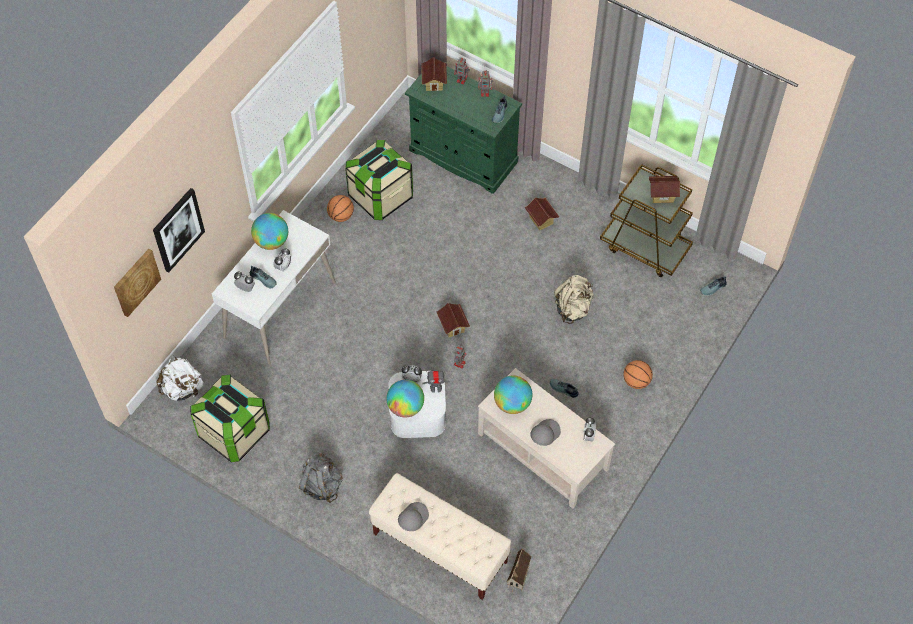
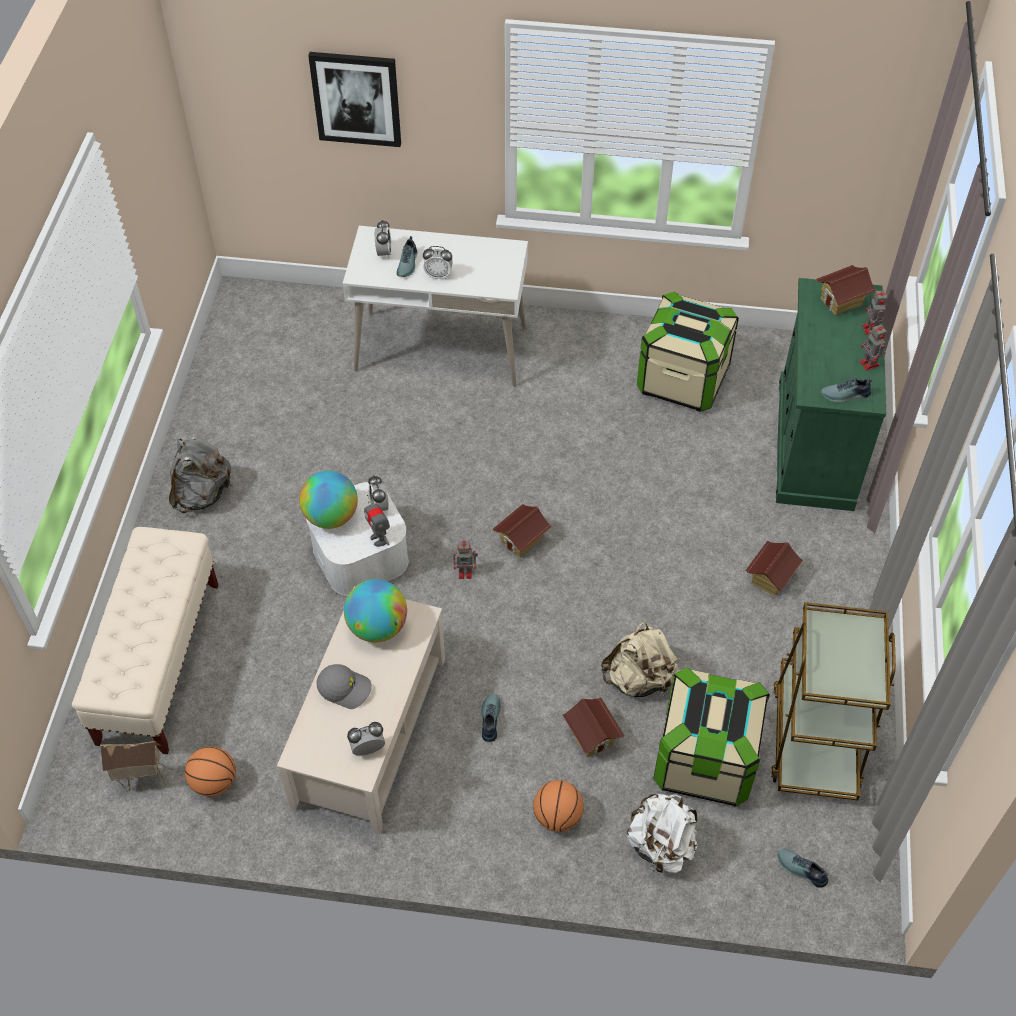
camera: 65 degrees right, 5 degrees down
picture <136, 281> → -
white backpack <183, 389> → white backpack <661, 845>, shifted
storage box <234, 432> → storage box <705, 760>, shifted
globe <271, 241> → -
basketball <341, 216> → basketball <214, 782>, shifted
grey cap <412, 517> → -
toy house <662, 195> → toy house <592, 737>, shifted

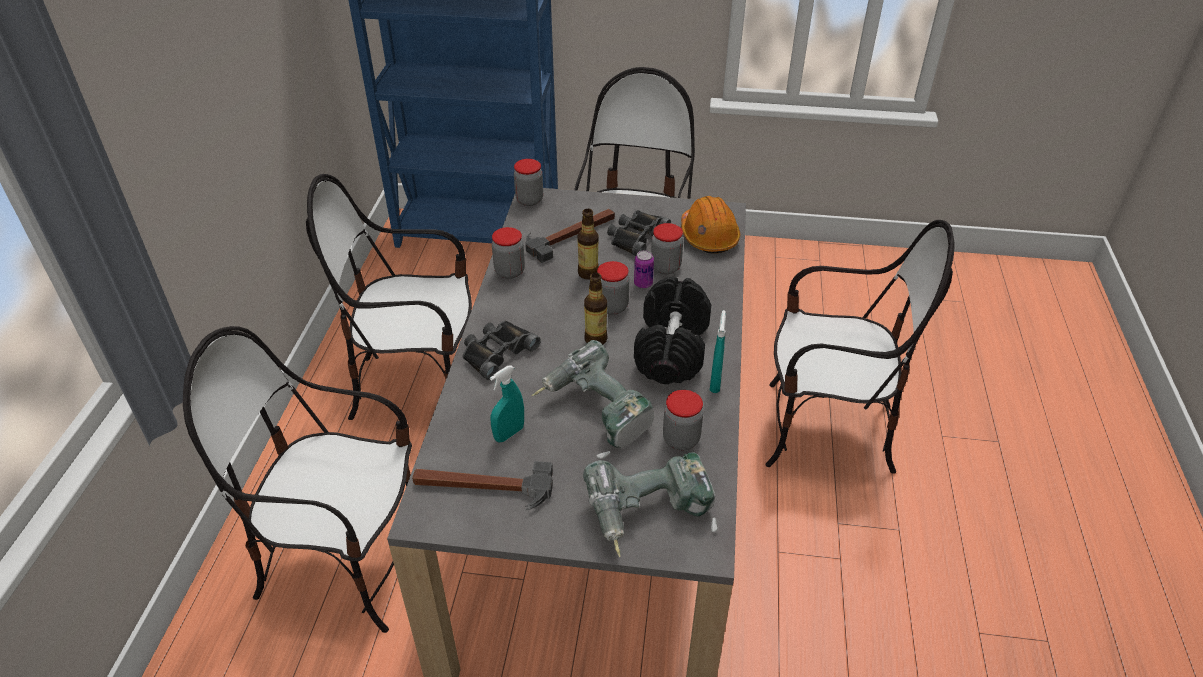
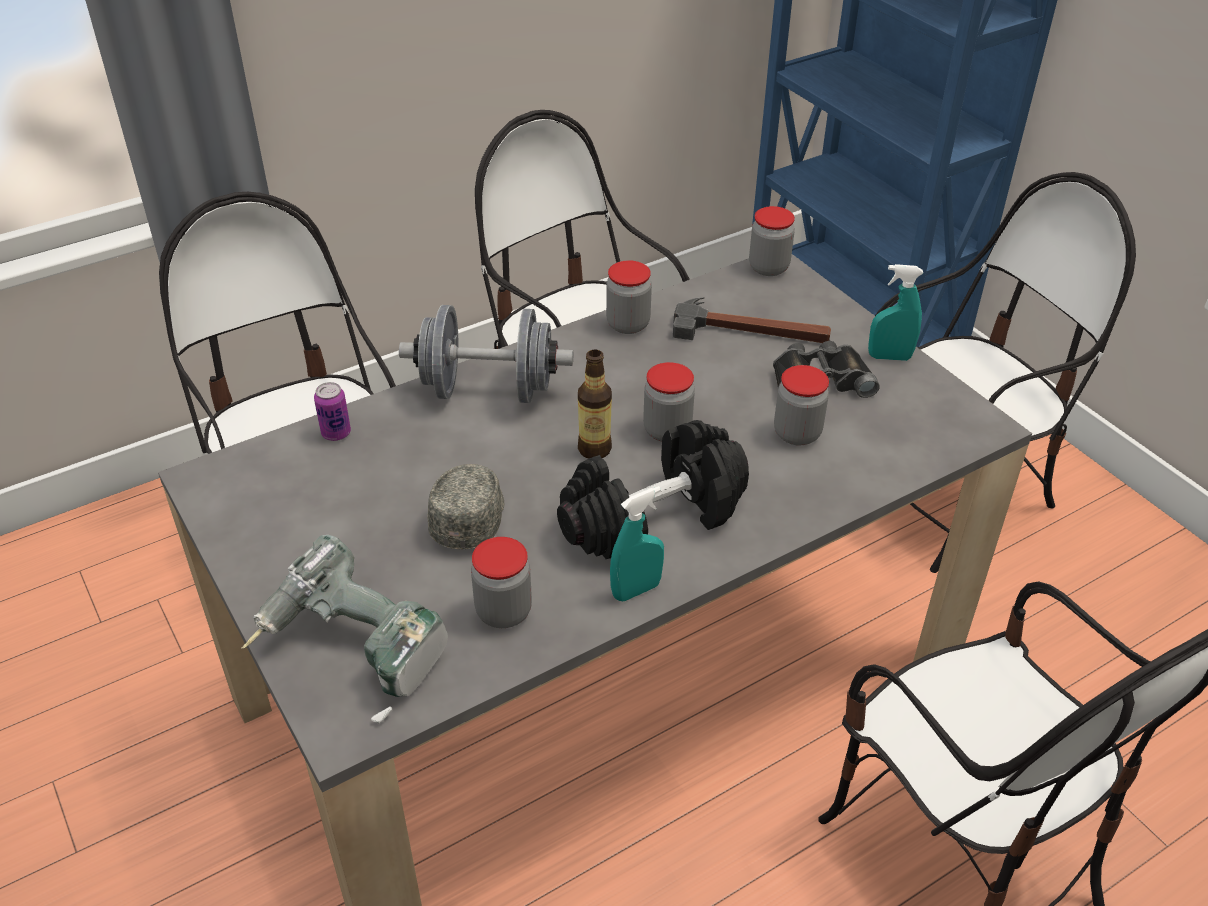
camera: 50 degrees right, 0 degrees up
hammer <482, 487> → -
black binoculars <497, 352> → grey dumbbell <489, 390>
turquoise spray bottle <509, 433> → turquoise spray bottle <889, 357>, shifted
power drill <594, 414> → grey cap <470, 517>
bottle <588, 273> → -
can <643, 284> → can <336, 433>, shifted
orange hard hat <708, 236> → -

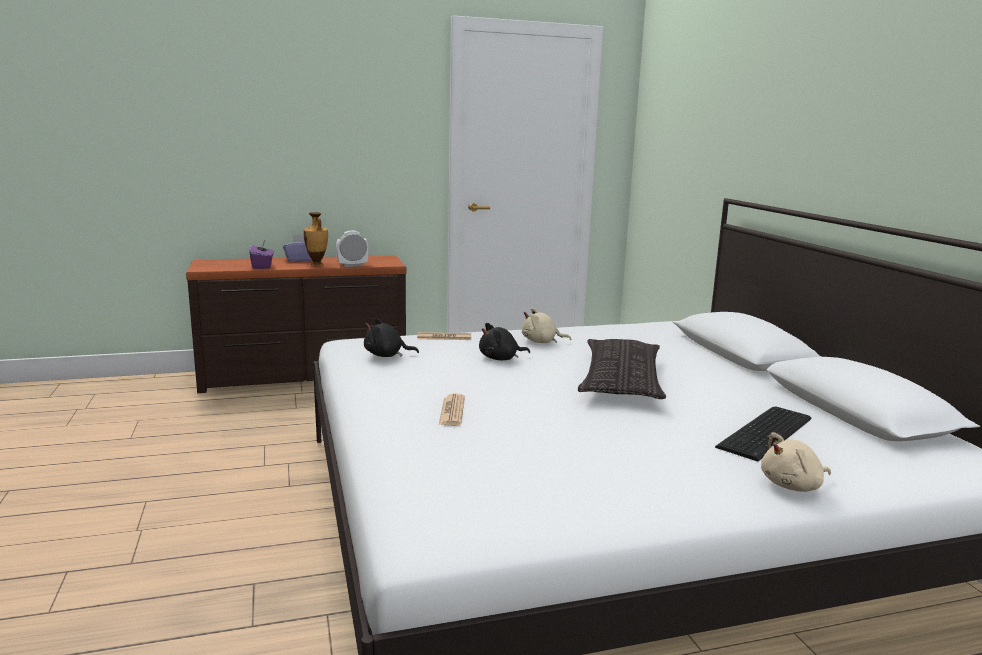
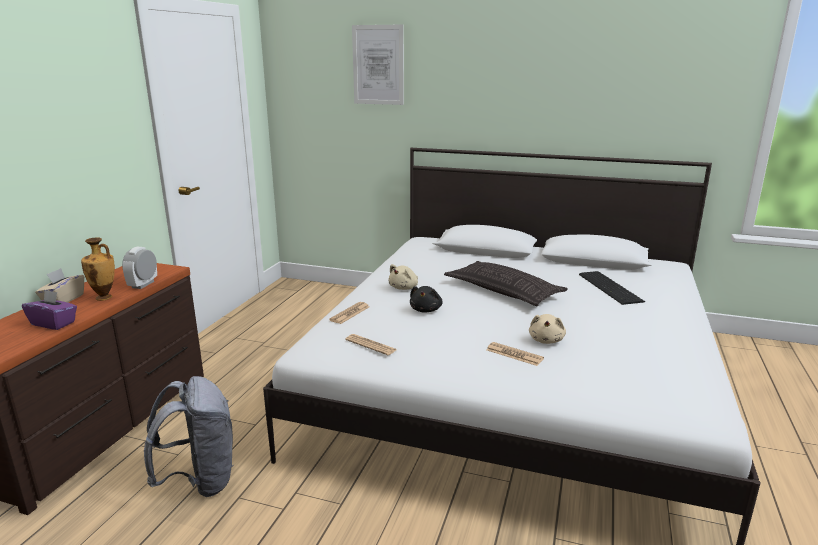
camera: 55 degrees left, 5 degrees up
purple tissue box <300, 259> → beige tissue box <63, 300>
black plush toy <386, 355> → newspaper <371, 345>
beige plush toy <793, 486> → beige plush toy <546, 340>, shifted
- → grey backpack <200, 480>
- → picture <378, 65>

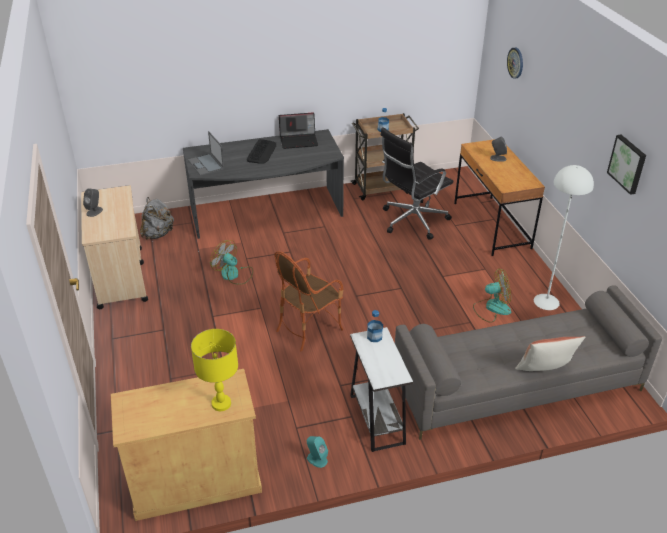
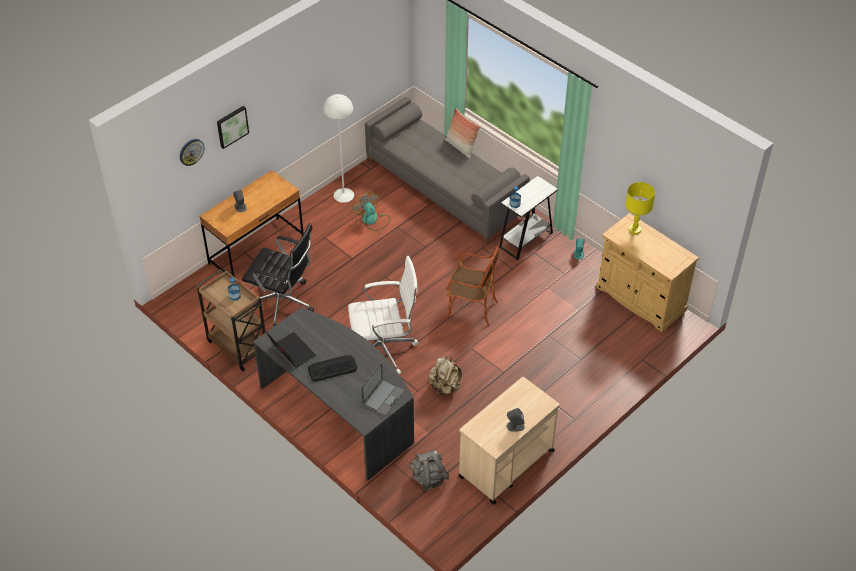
camera: 120 degrees left, 10 degrees up
fan <234, 275> → beige backpack <444, 387>
picture <628, 164> → picture <231, 126>, shifted
- → white office chair <384, 349>

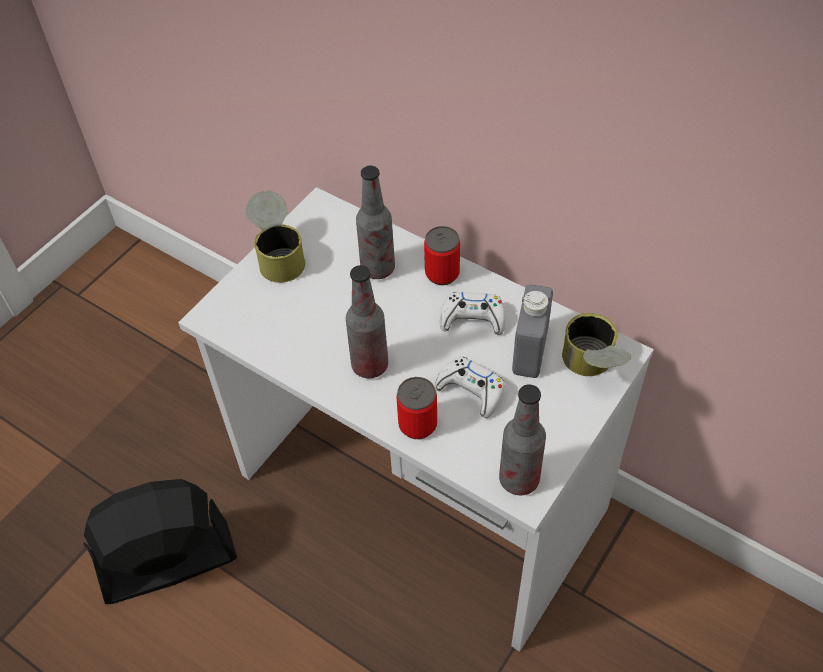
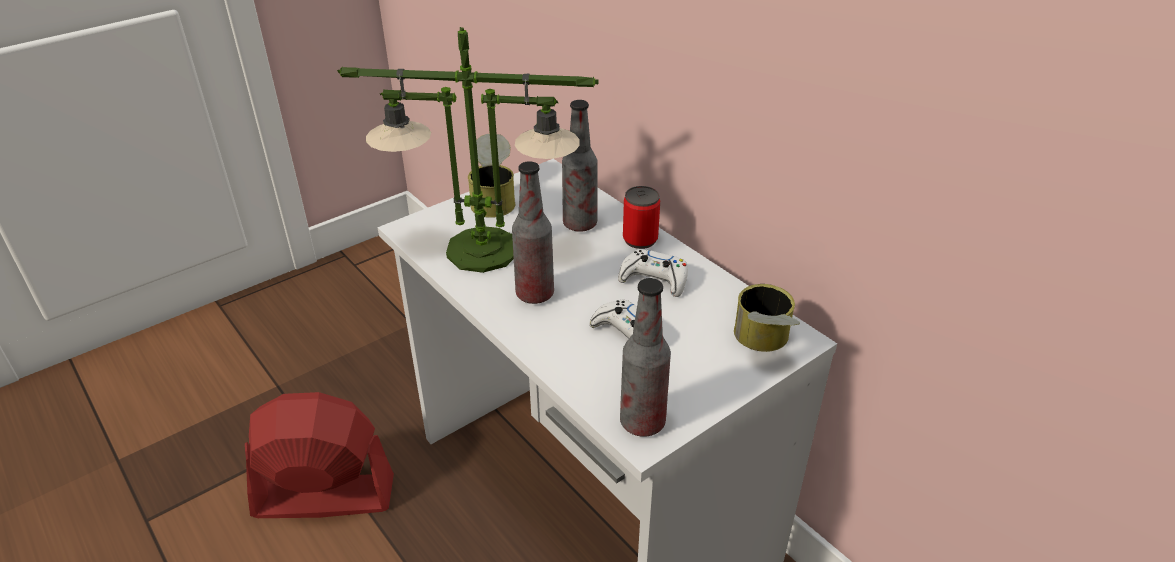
camera: 15 degrees right, 15 degrees down
black fan <167, 563> → red fan <323, 496>
can <417, 424> → -
grey bottle <530, 351> → -
- → table lamp <484, 250>

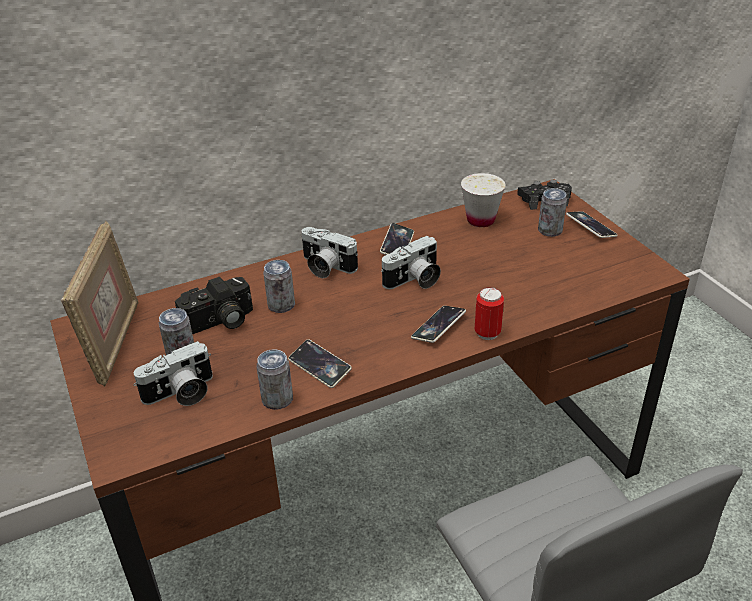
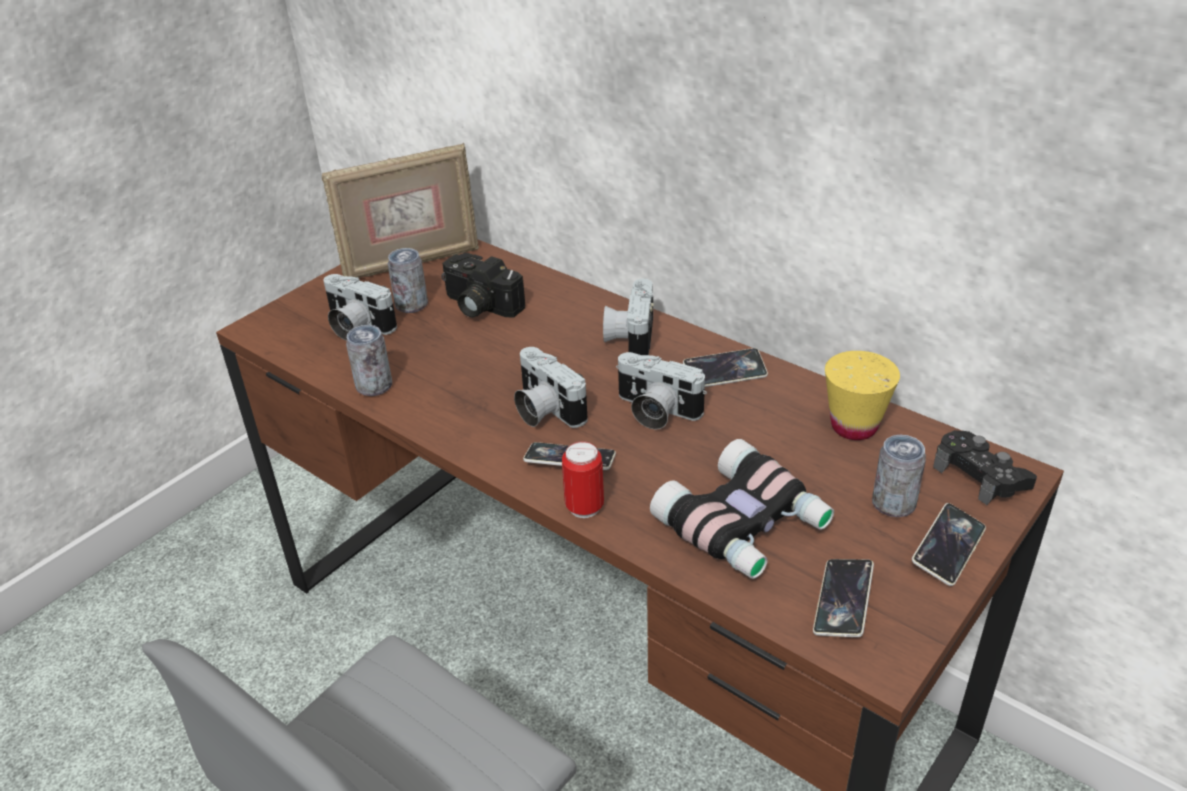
camera: 65 degrees right, 0 degrees up
can <281, 305> → -
phone <319, 366> → phone <843, 601>, shifted
white cup <480, 220> → yellow cup <854, 426>
- → photo camera <544, 410>
- → binoculars <745, 525>

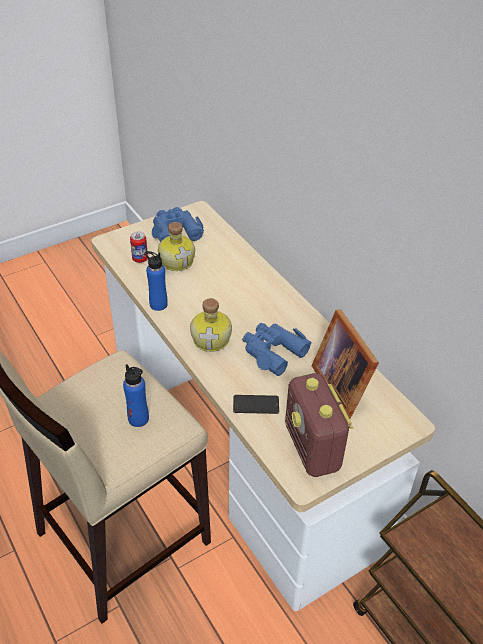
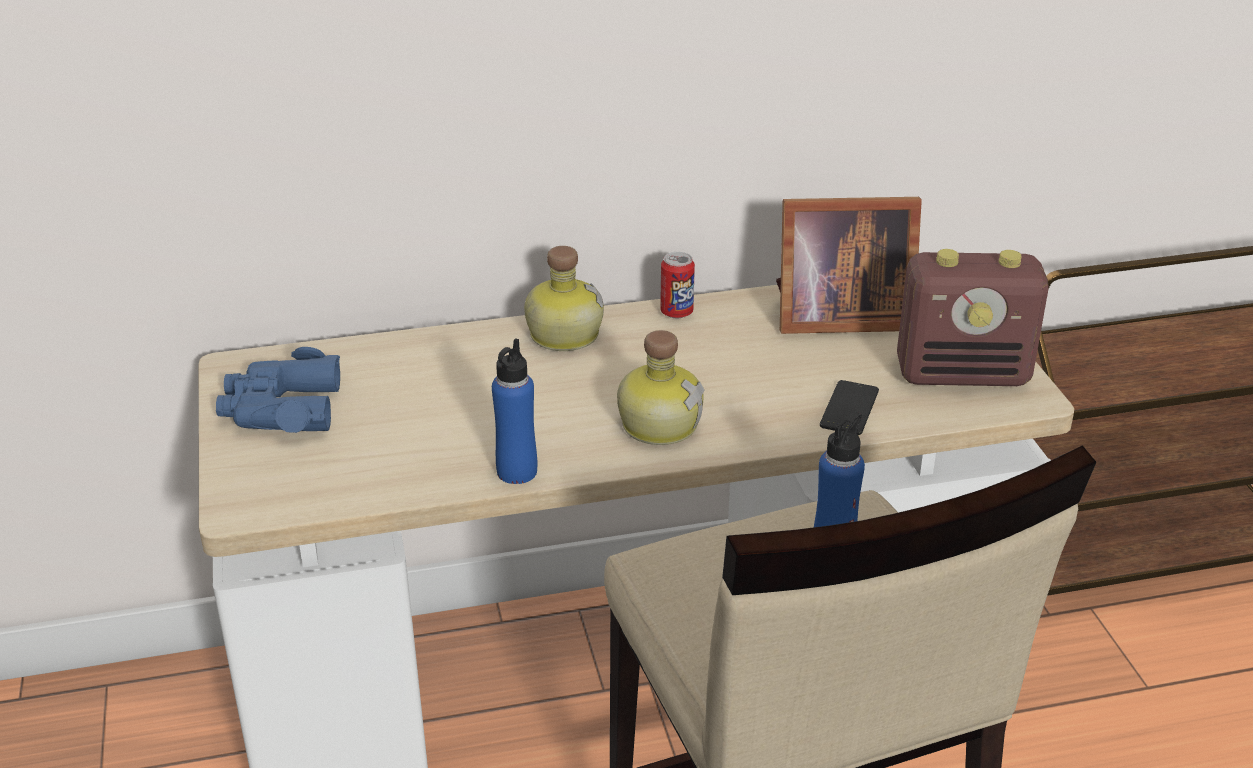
camera: 70 degrees left, 10 degrees down
can <140, 259> → can <676, 312>, shifted
bottle <177, 261> → bottle <562, 334>, shifted
blue binoculars <272, 351> → -

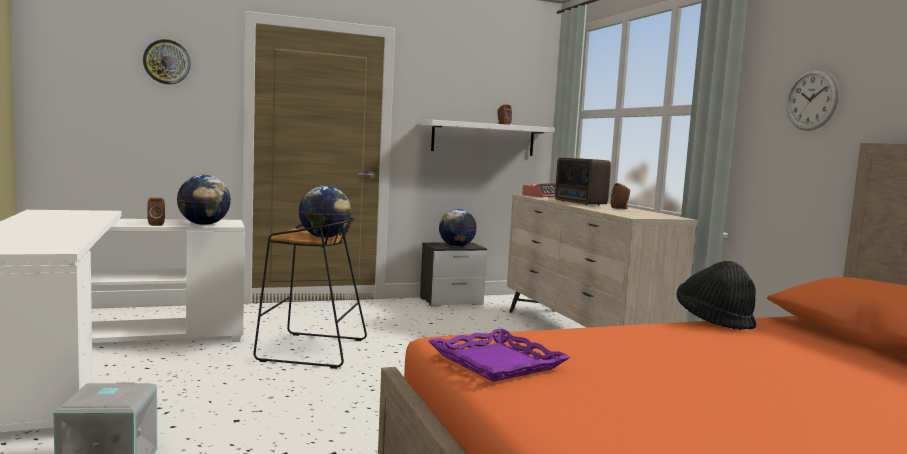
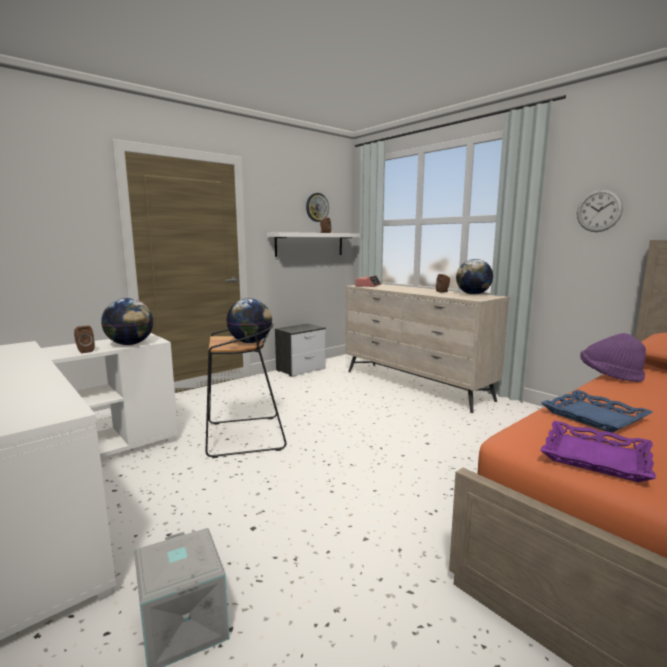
camera: 20 degrees left, 5 degrees up
wall clock <167, 62> → wall clock <317, 207>, shifted
globe <456, 246> → globe <472, 294>, shifted
radio <580, 203> → -
black hat <713, 320> → purple hat <609, 376>
- → blue tray <594, 416>

